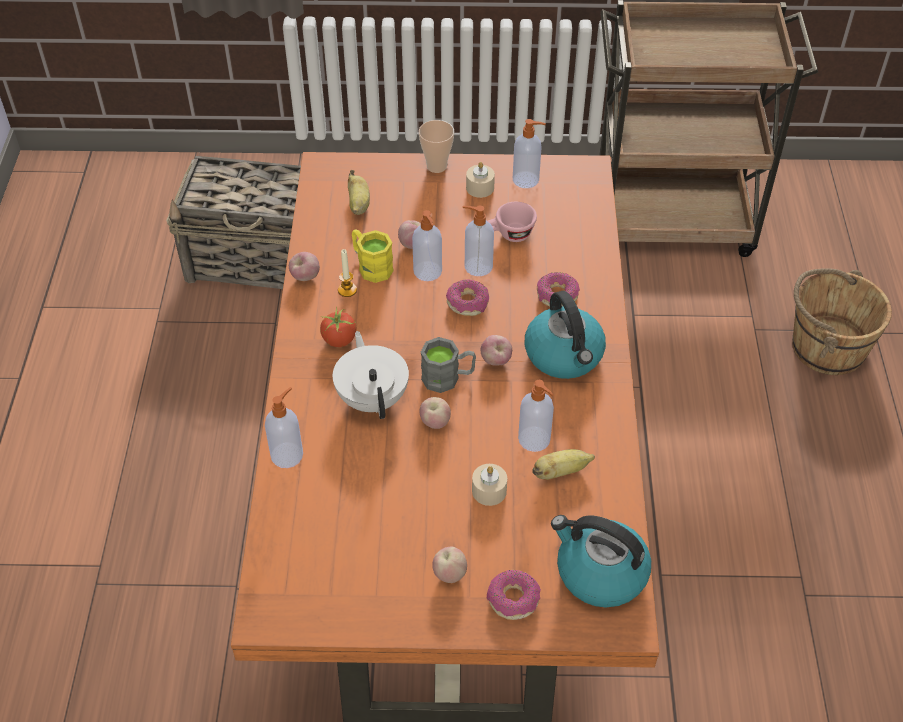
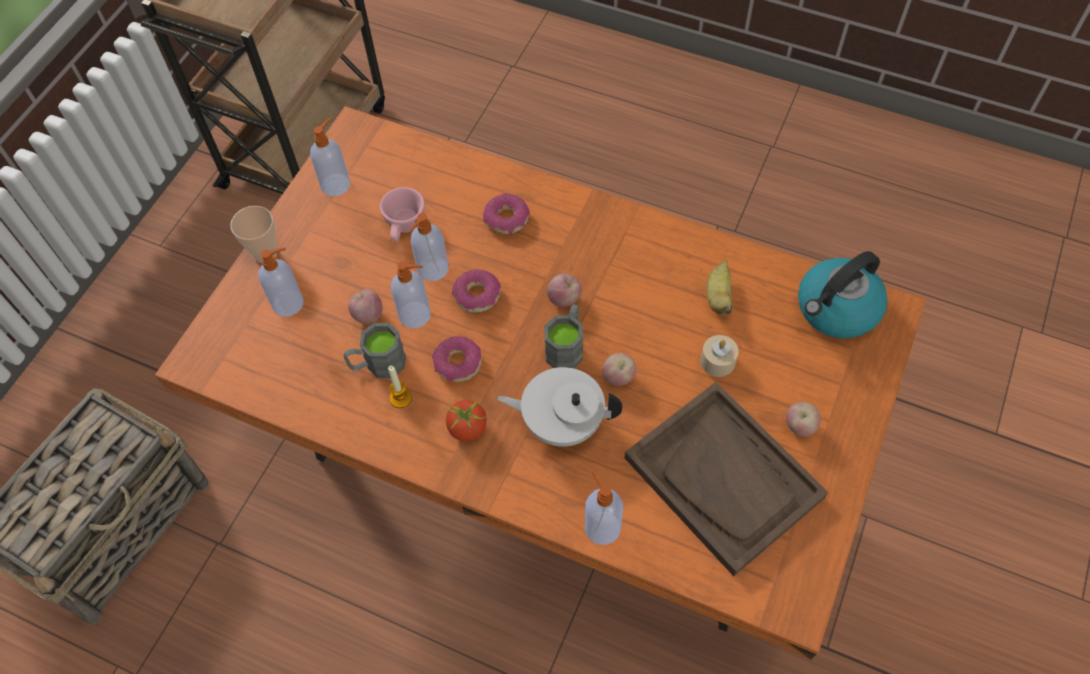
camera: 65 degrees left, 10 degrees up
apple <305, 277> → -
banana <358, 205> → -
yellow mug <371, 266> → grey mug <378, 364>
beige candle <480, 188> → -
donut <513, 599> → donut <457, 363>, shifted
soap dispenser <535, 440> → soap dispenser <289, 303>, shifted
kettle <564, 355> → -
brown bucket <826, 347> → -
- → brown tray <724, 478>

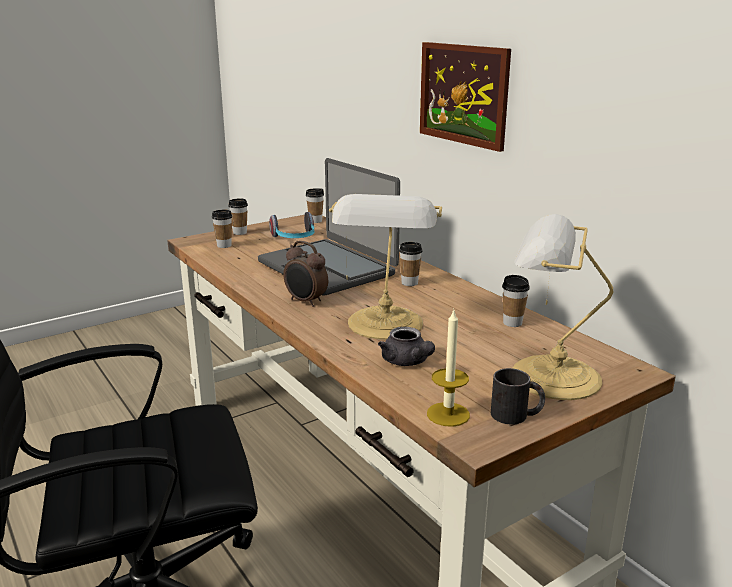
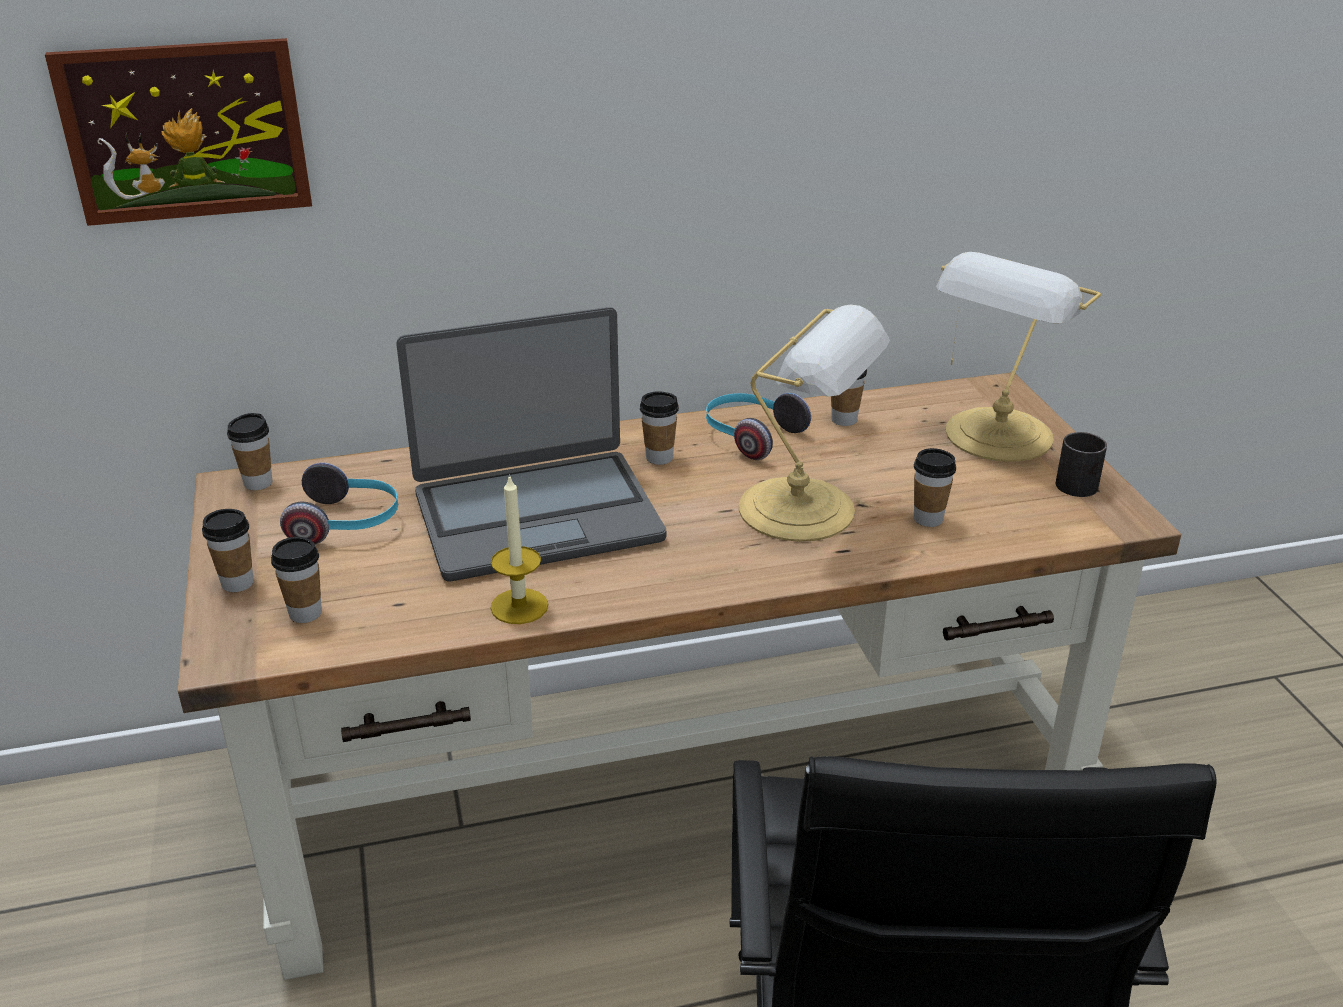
camera: 70 degrees left, 10 degrees up
alarm clock <306, 302> → -
grey teapot <407, 362> → cup <928, 519>
picture <463, 94> → picture <185, 131>, shifted
candle <448, 414> → candle <519, 606>, shifted
- → headphones <750, 436>

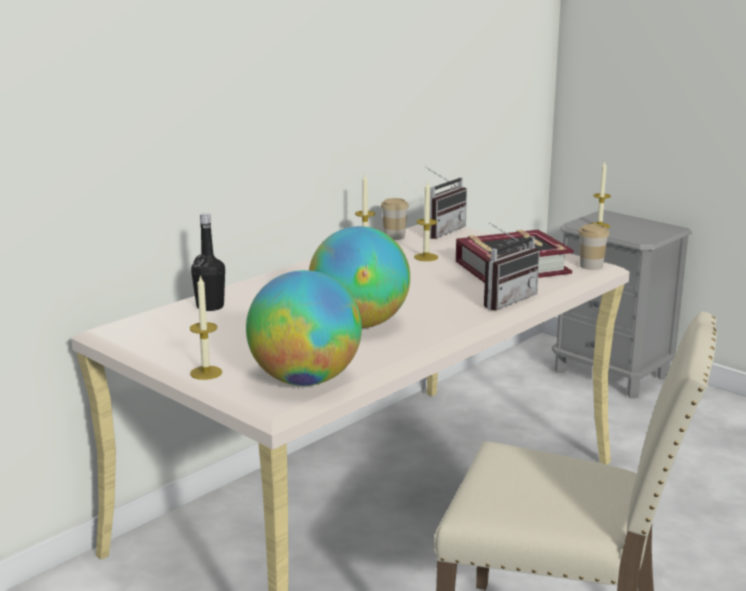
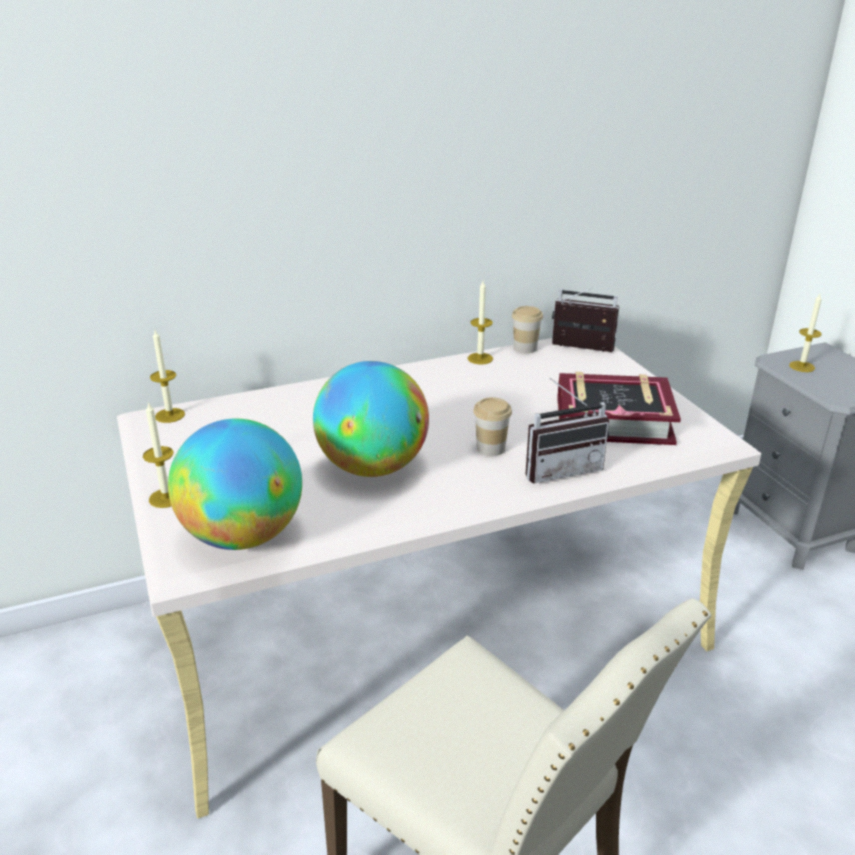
camera: 25 degrees right, 10 degrees up
black bottle <210, 306> → -
candle <426, 257> → candle <170, 415>, shifted
radio <440, 231> → radio <580, 350>, 135 degrees counterclockwise
cup <591, 266> → cup <491, 448>, shifted

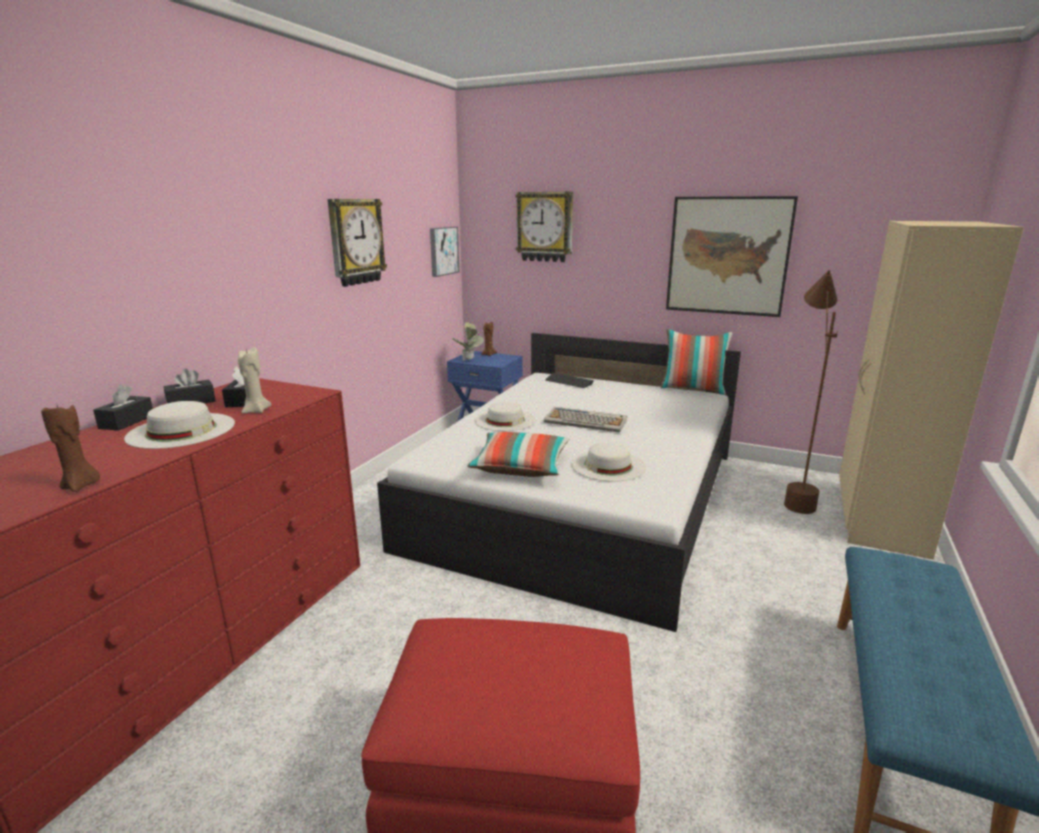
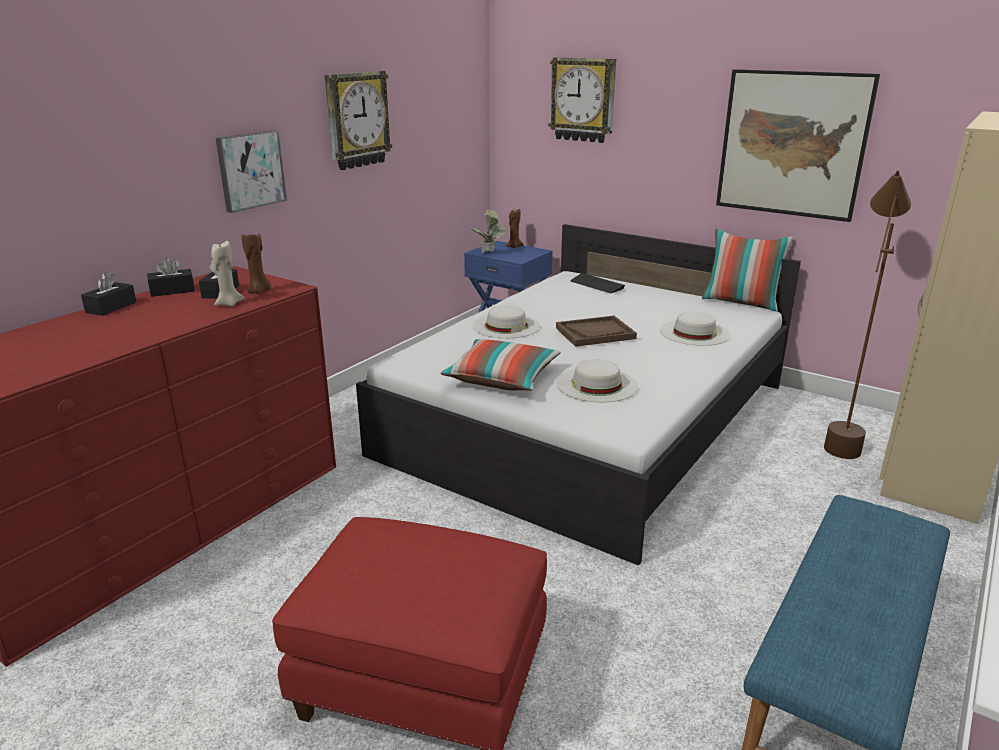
camera: 10 degrees right, 5 degrees up
brown candle <81, 486> → brown candle <259, 291>, shifted
white hat <181, 430> → white hat <694, 332>, shifted
picture <443, 251> → picture <250, 170>, shifted
keyboard <586, 421> → brown tray <595, 333>

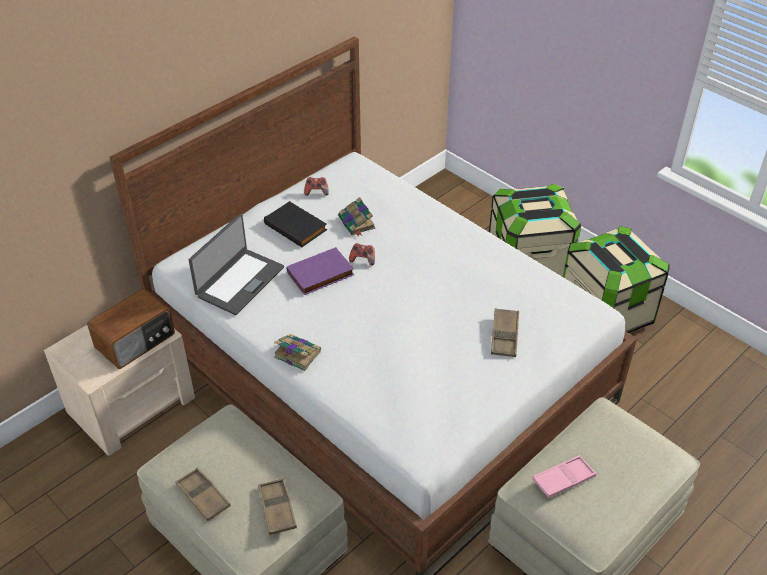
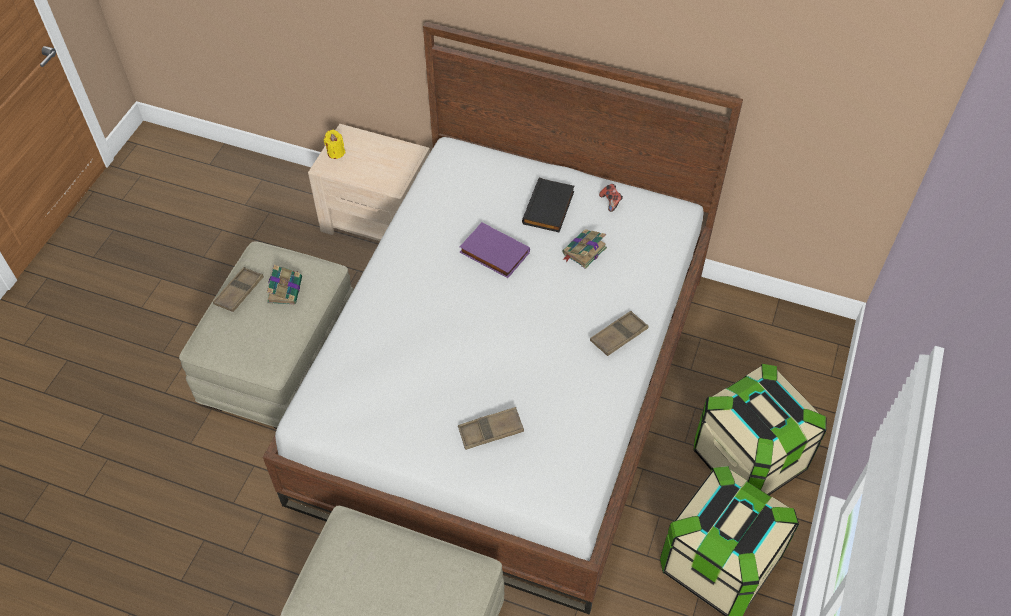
camera: 65 degrees right, 10 degrees up
radio <136, 341> → -
laptop <239, 281> → -
brown tray <277, 509> → brown tray <618, 336>, shifted
book <296, 354> → book <285, 289>, shifted
game controller <363, 259> → -
pink tray <563, 479> → -
- → yellow candle <336, 152>

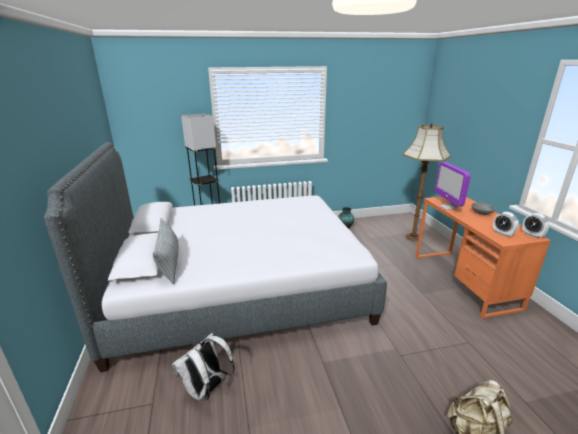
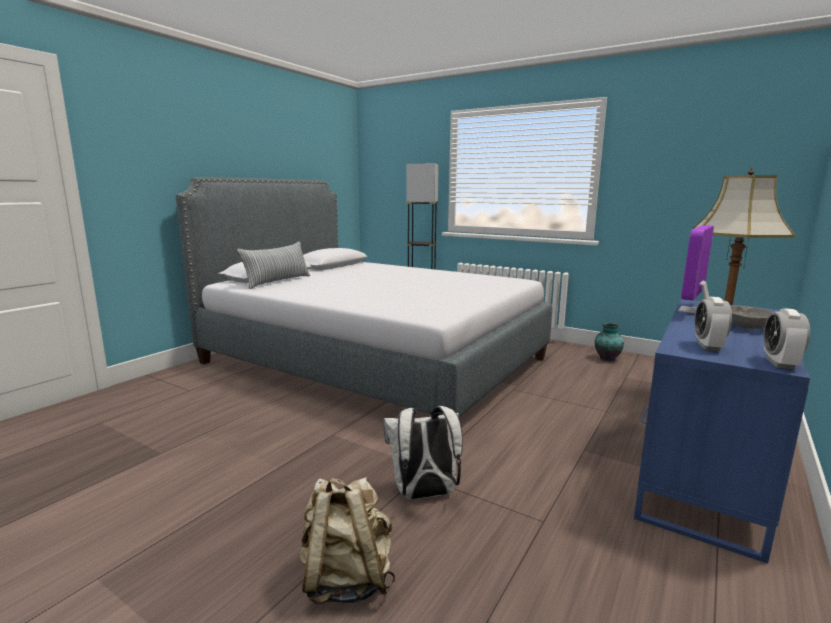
camera: 45 degrees right, 10 degrees down
white backpack <207, 389> → white backpack <424, 494>, shifted
orange desk <463, 280> → blue desk <702, 473>

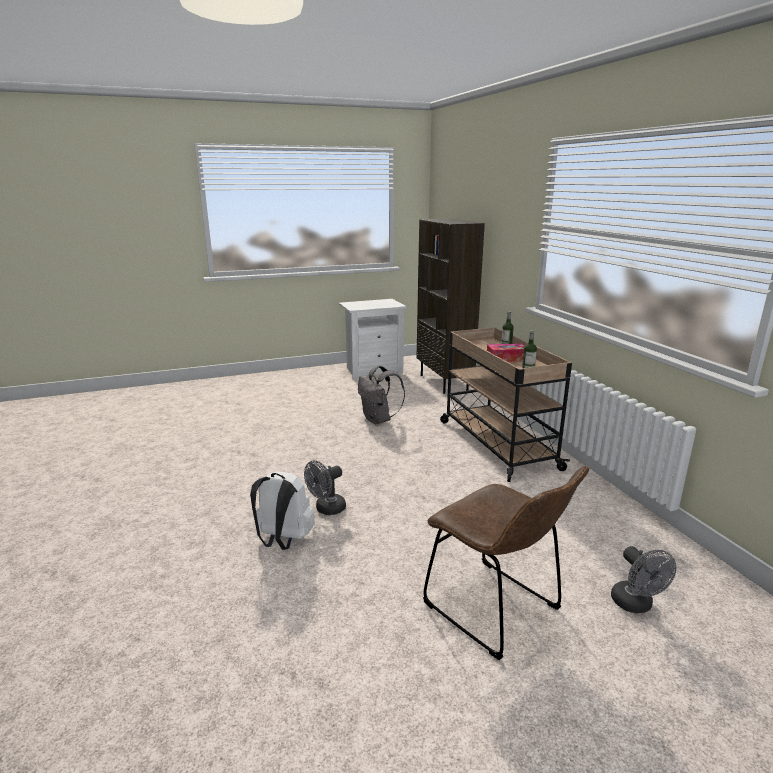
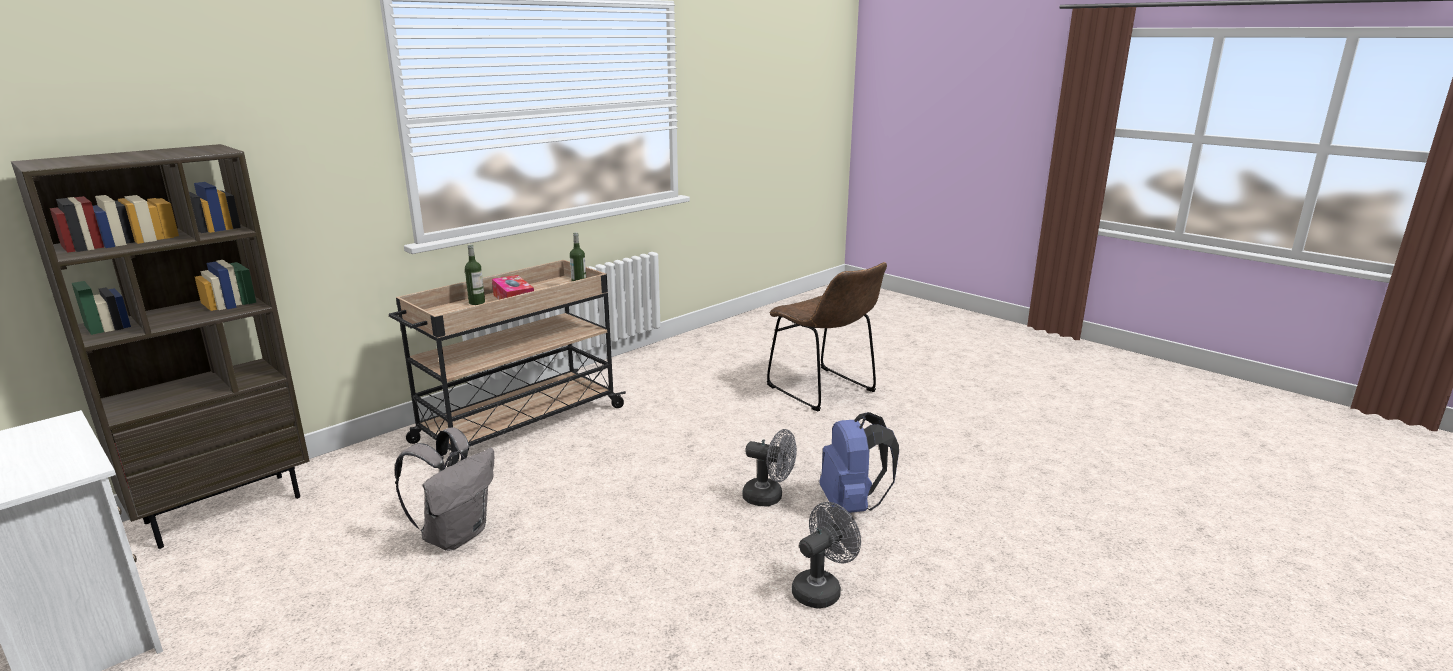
camera: 115 degrees left, 0 degrees up
white backpack <283, 540> → blue backpack <852, 505>
brown chair <496, 610> → brown chair <824, 391>, 120 degrees clockwise
grey fan <636, 605> → grey fan <821, 589>, shifted

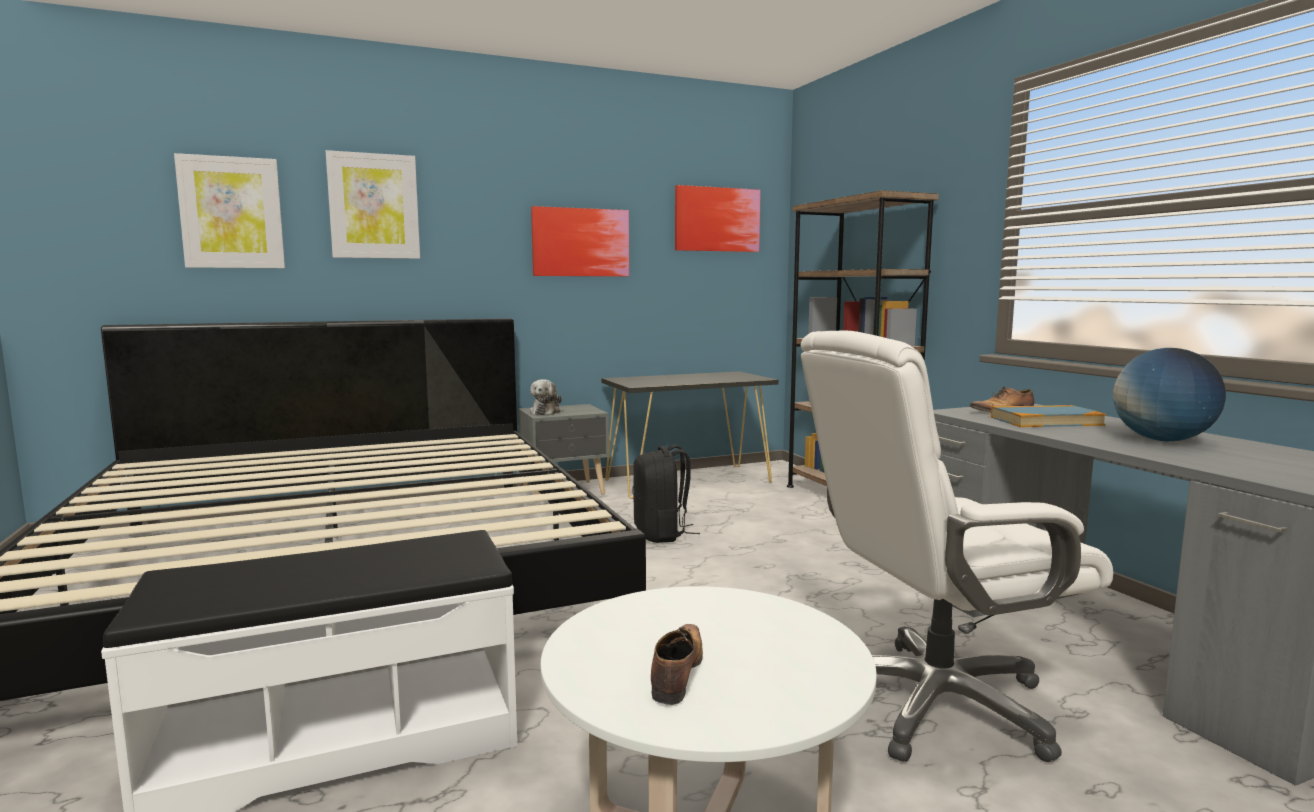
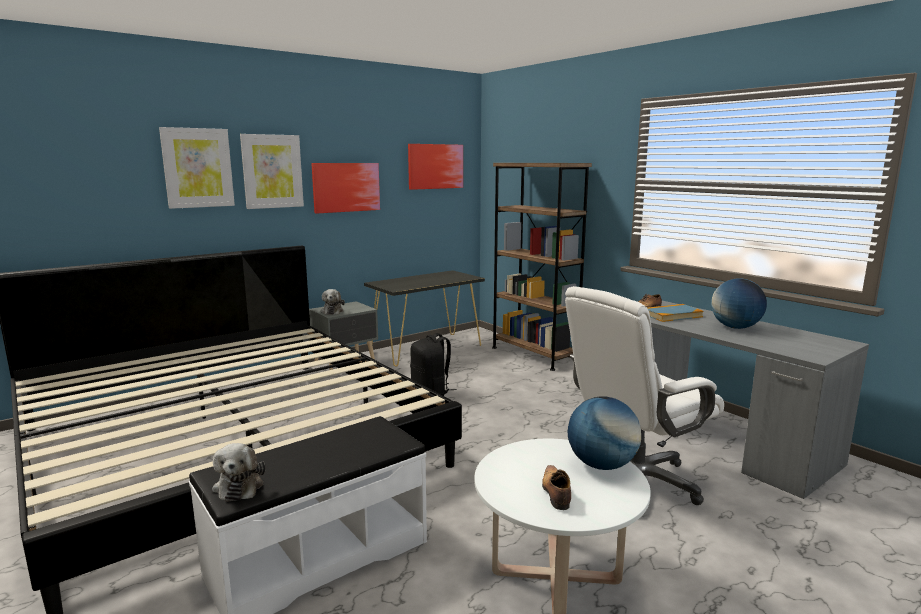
camera: 15 degrees left, 5 degrees up
picture <231, 213> → picture <272, 171>, shifted
- → plush toy <239, 485>
- → globe <601, 465>

